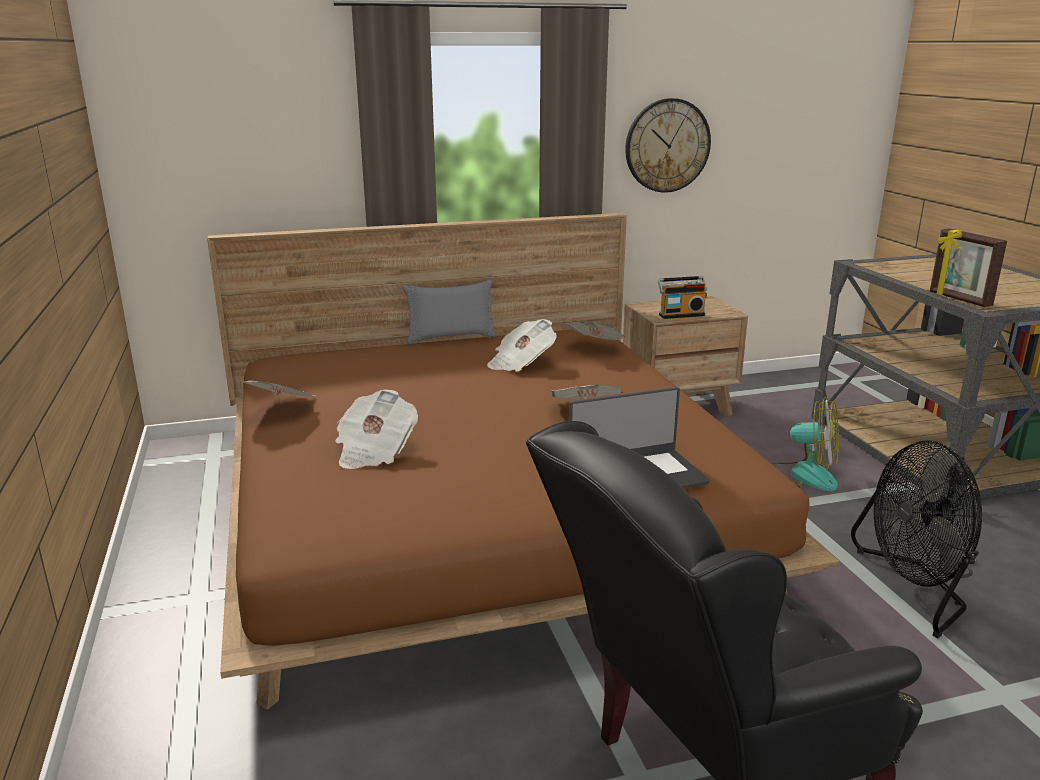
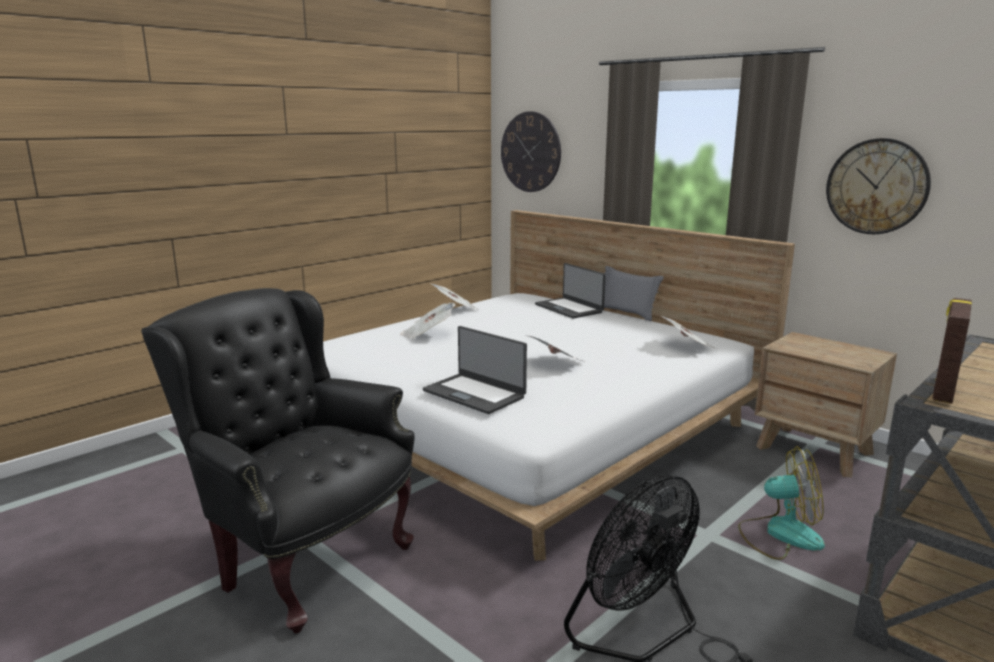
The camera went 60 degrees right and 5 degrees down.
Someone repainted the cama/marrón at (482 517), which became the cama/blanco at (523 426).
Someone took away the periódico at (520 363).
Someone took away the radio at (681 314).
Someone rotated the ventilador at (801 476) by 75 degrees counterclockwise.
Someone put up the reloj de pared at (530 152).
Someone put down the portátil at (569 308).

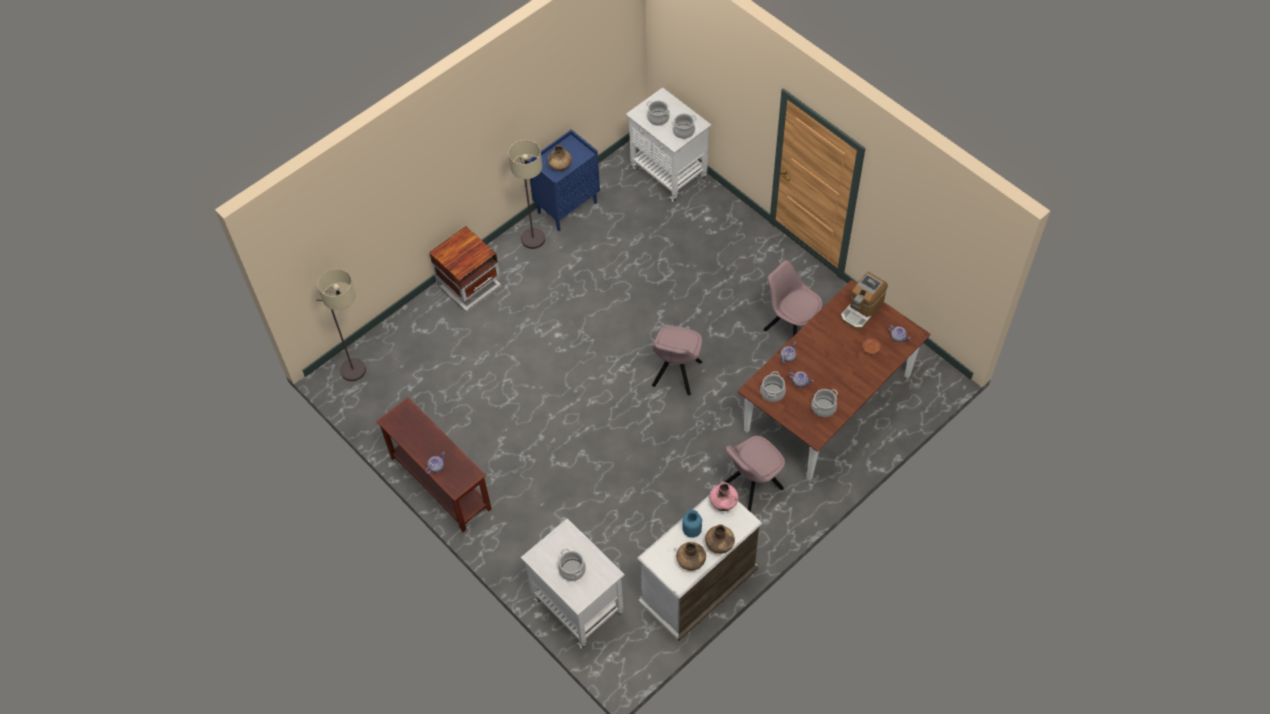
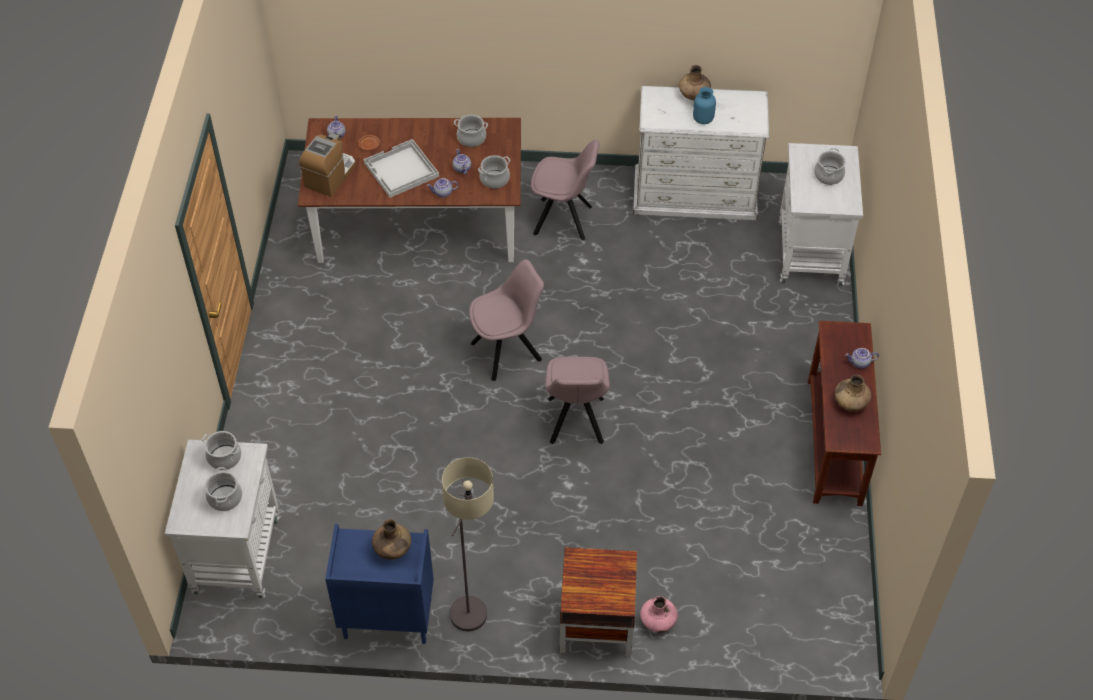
The camera went 135 degrees left and 5 degrees down.
Someone took away the lámpara de pie/beis at (361 371).
Someone carried the florero/marrón from (691 561) to (850 403).
Someone carried the florero/rosa from (723 503) to (658 621).
Someone carried the silla/rosa from (791 329) to (576 421).
Someone rotated the cafetera at (861 310) by 60 degrees counterclockwise.
Someone put down the bandeja/blanco at (401 170).

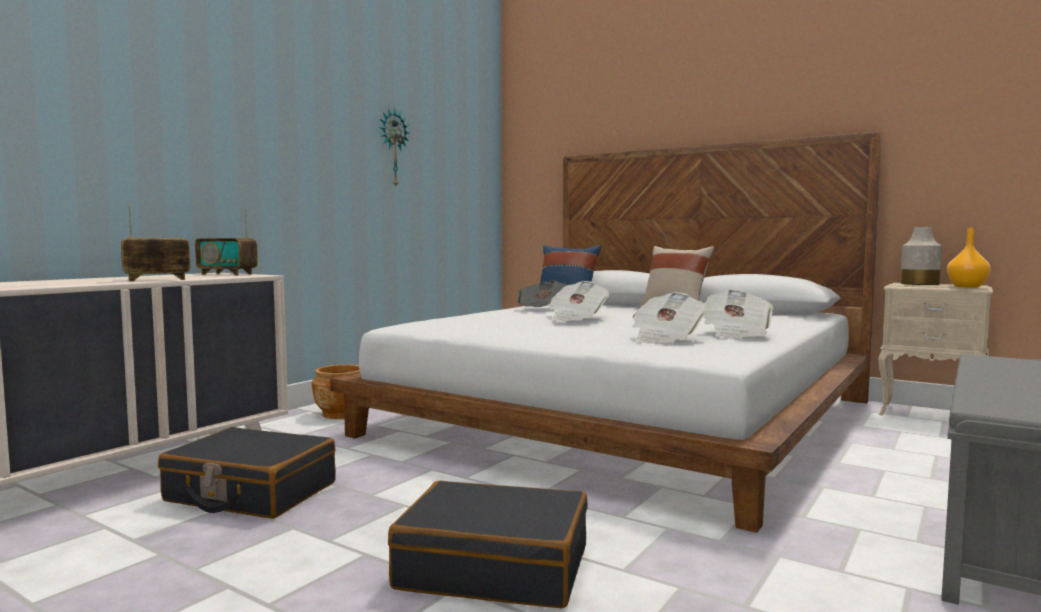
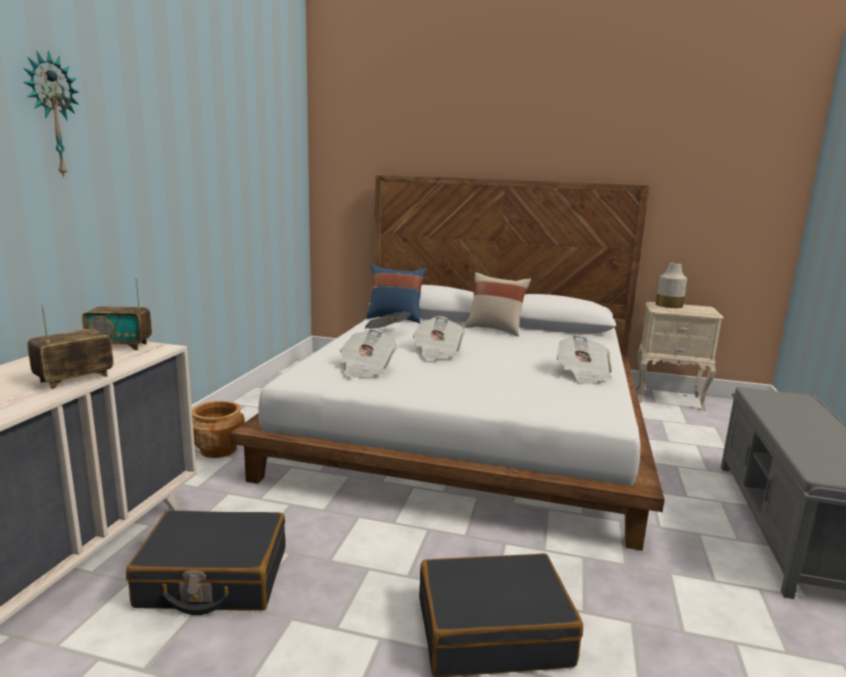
The camera went 20 degrees left and 10 degrees up.
Someone carried the reloj de pared from (392 148) to (51 115).
Someone carried the periódico from (665 339) to (366 369).
Someone took away the florero/naranja at (966 286).

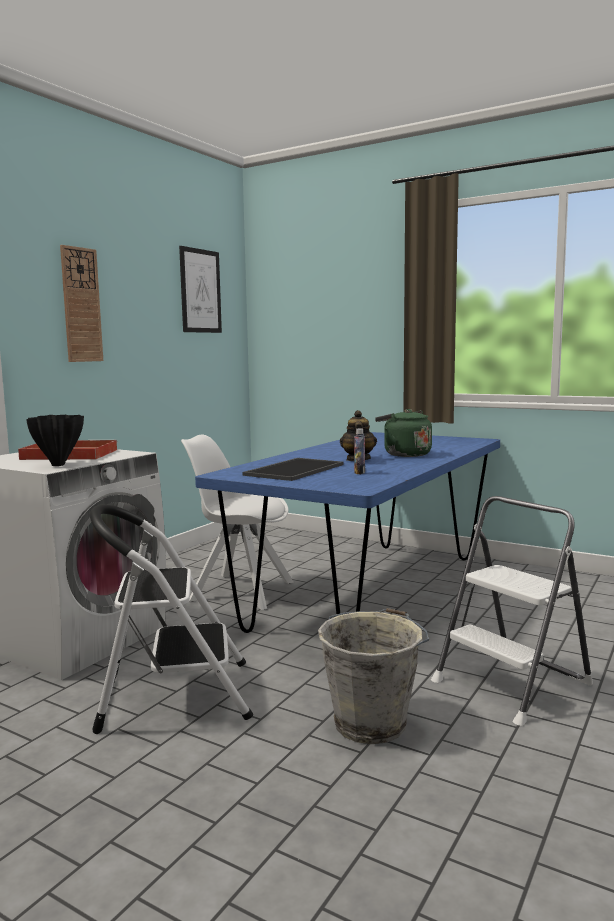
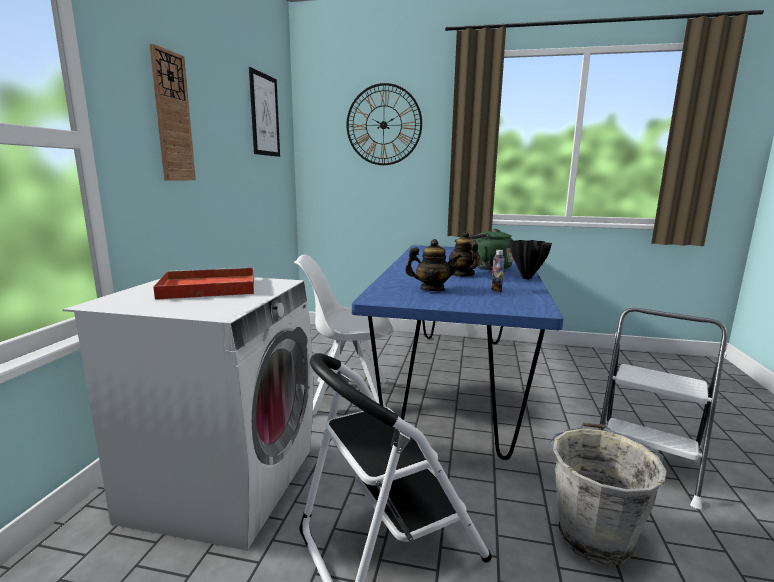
The camera went 20 degrees left and 5 degrees up.
Someone carried the florero/negro from (58 465) to (527 278).
Someone swapped the bandeja at (294 469) for the tetera at (432 289).
Someone put up the reloj de pared at (383 125).

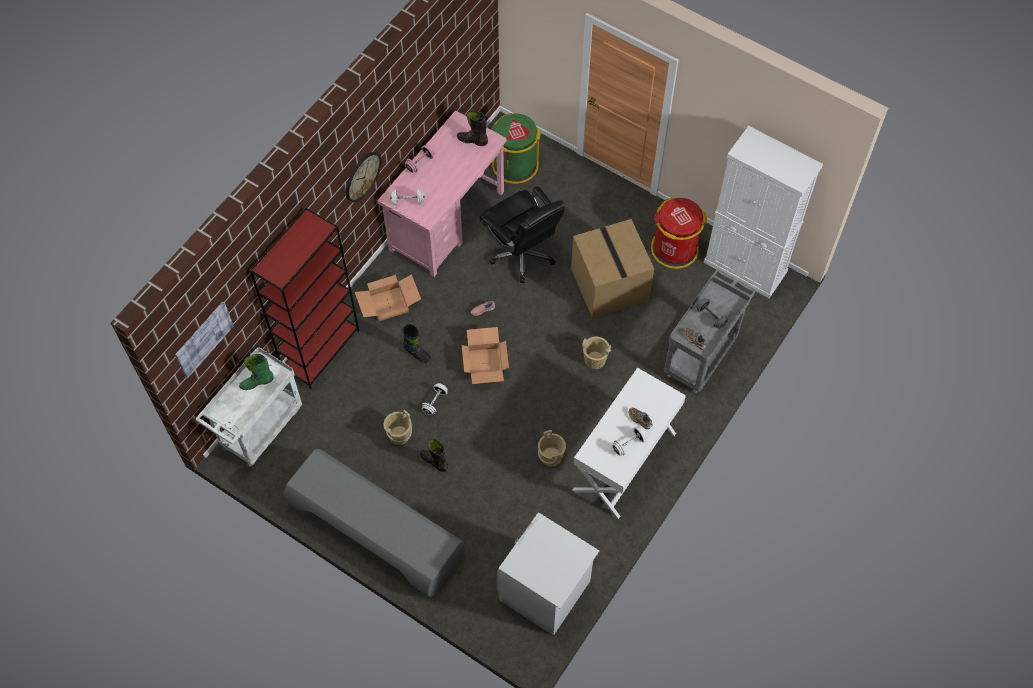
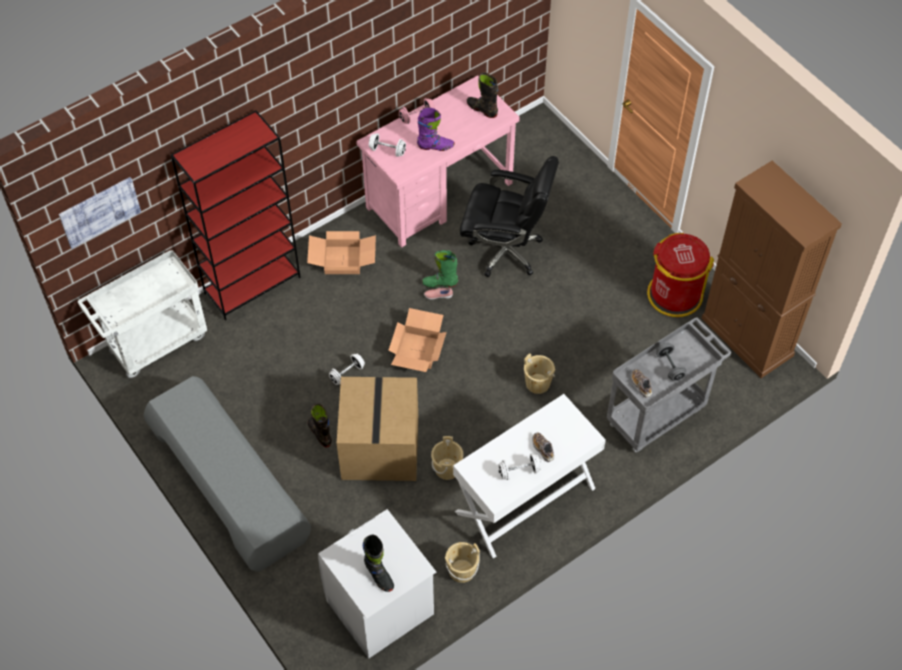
The camera went 20 degrees right and 5 degrees down.
Someone carried the bota/verde from (257 382) to (440 283).
Someone took away the reloj de pared at (362 176).
Someone carried the cubo/beis from (399 435) to (462 570).
Someone carried the bota/negro from (417 354) to (379 575).
Someone rotated the silla de oficina/negro at (521 253) by 60 degrees counterclockwise.
Someone took away the papelera/verde at (515 165).
Someone carried the caja de cartón from (608 284) to (379 446).
Someone repainted the armario/blanco at (745 267), which became the armario/marrón at (747 337).
Someone put down the bota/morado at (435 146).

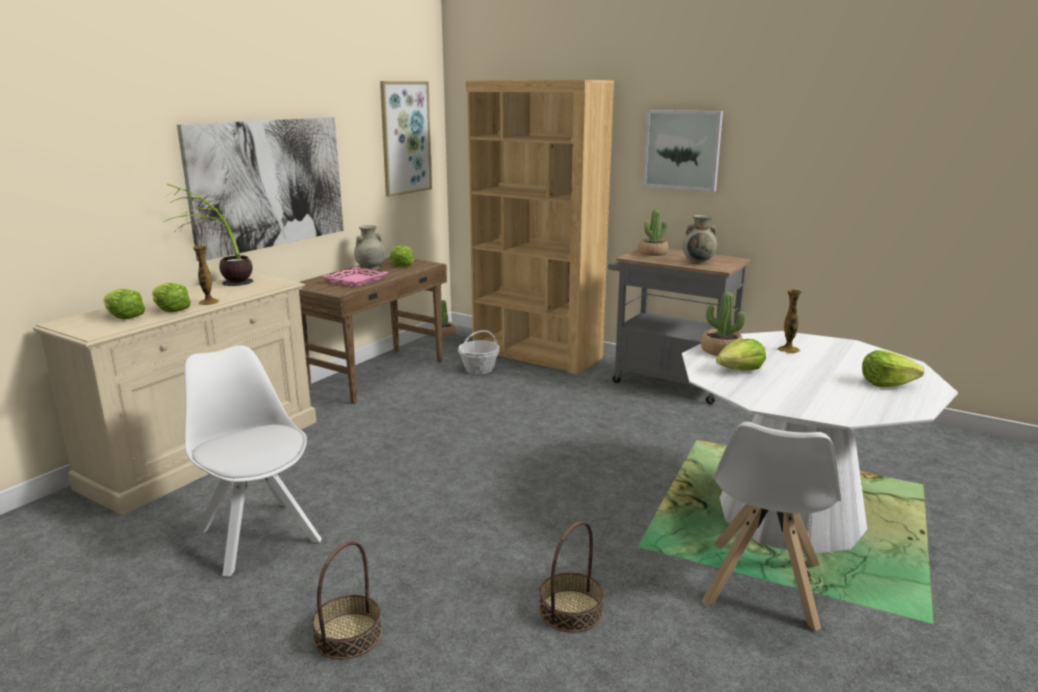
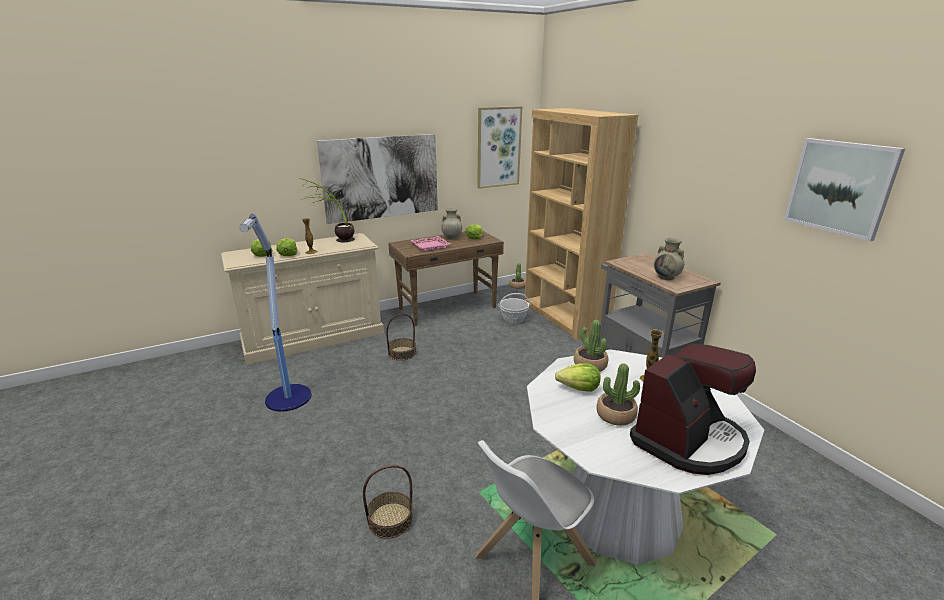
The camera went 30 degrees right and 5 degrees up.
Someone swapped the silla/blanco at (258 535) for the lámpara de pie at (288 399).
Someone carried the cesta from (348 635) to (402 353).
Someone carried the planta en maceta from (652 253) to (615 415).
Someone carried the cuadro from (682 150) to (840 187).
Someone swapped the lechuga at (886 383) for the cafetera at (689 440).

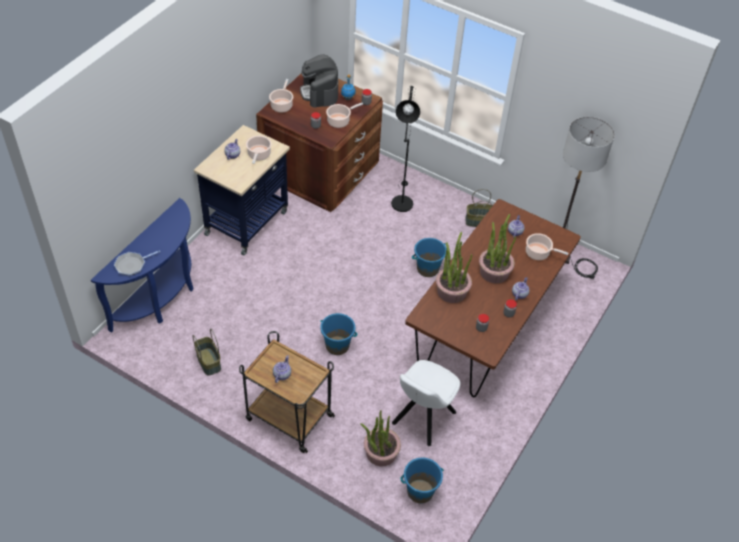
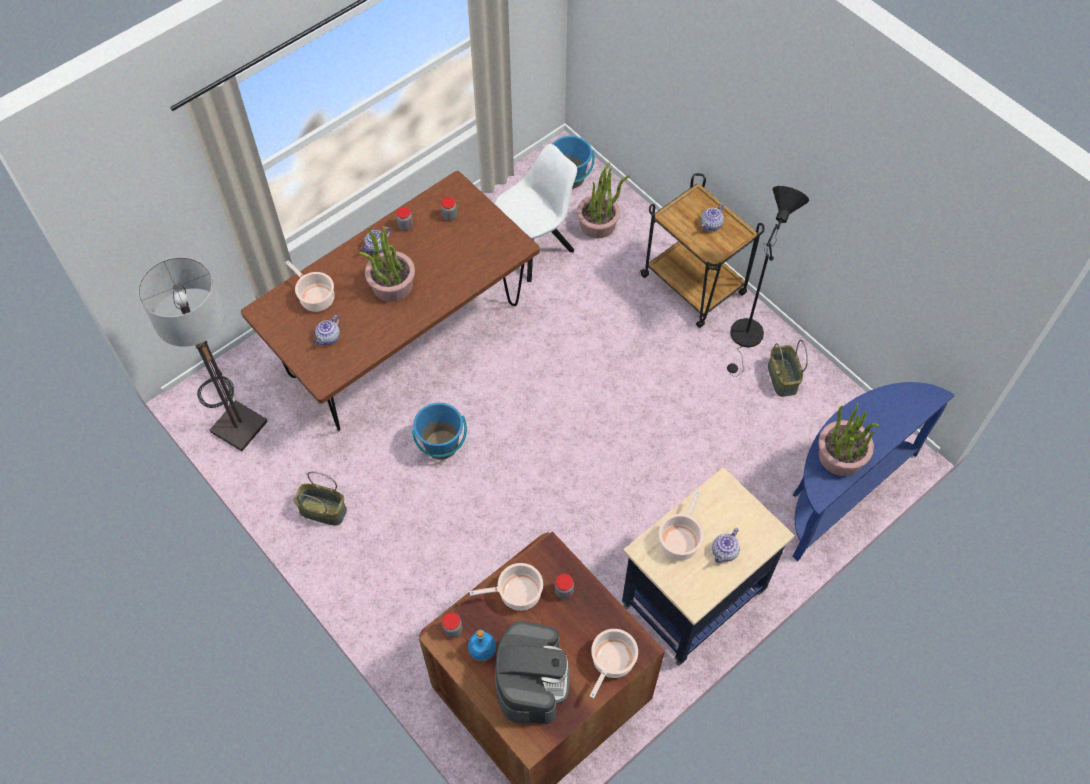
The camera went 160 degrees left and 10 degrees up.
Someone took away the sartén at (132 265).
Someone took away the cubo/azul at (337 345).
Someone carried the lámpara de pie/negro from (401 200) to (746 339).
Someone carried the planta en maceta from (452 291) to (840 456).

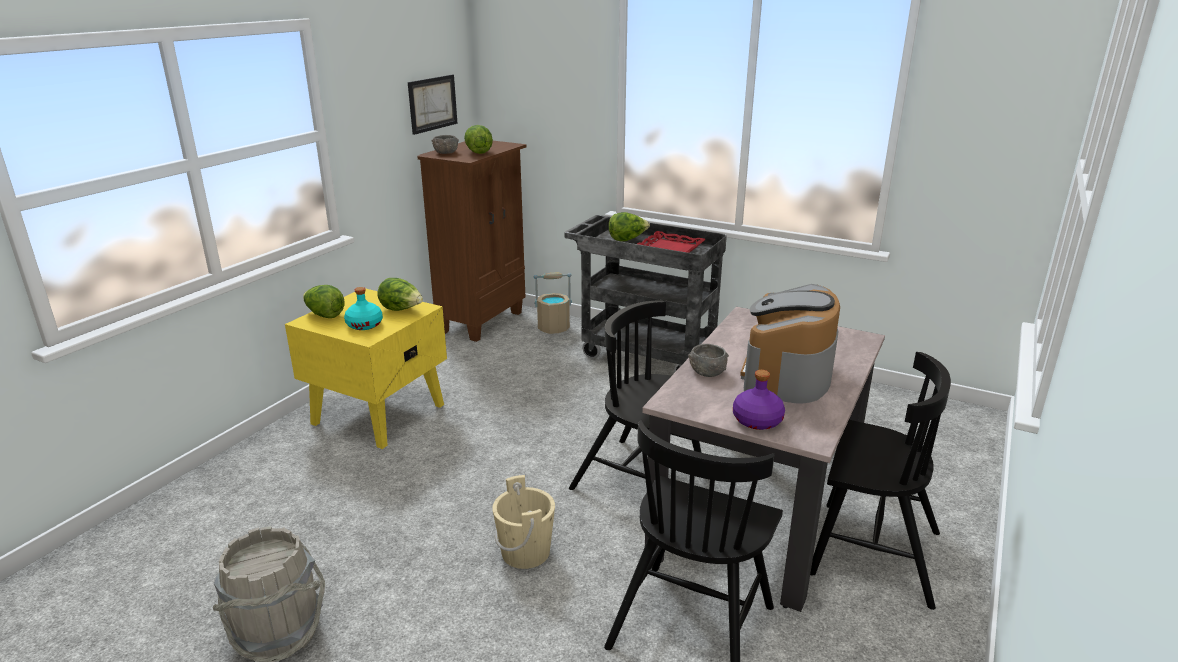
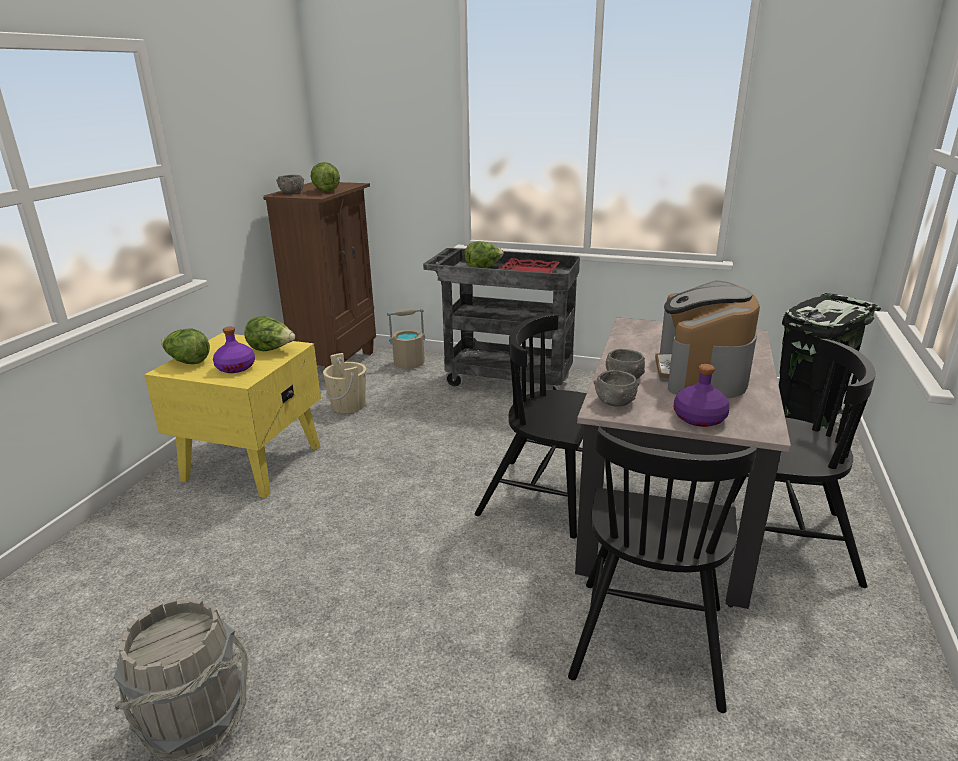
The camera went 10 degrees left and 0 degrees up.
Someone repainted the botella/turquesa at (364 325), which became the botella/morado at (236 367).
Someone took away the cuadro at (432 103).
Someone carried the cubo/beis from (525 552) to (348 405).
Someone put down the cuenco/gris at (615 401).
Someone put down the papelera/negro at (807 419).

